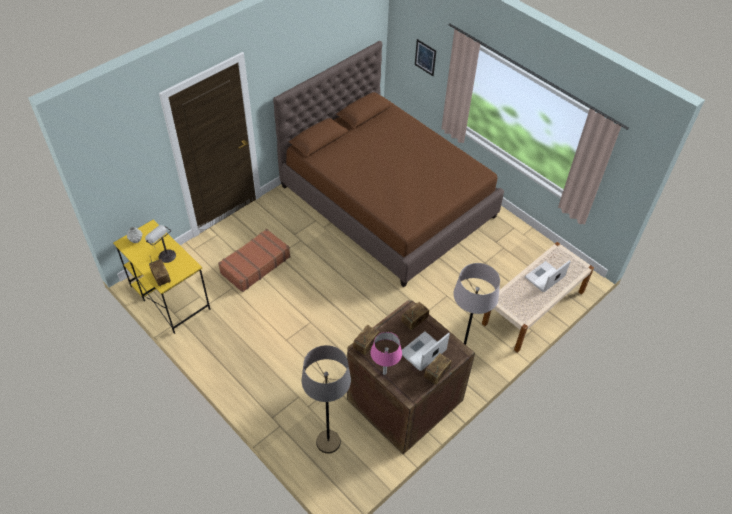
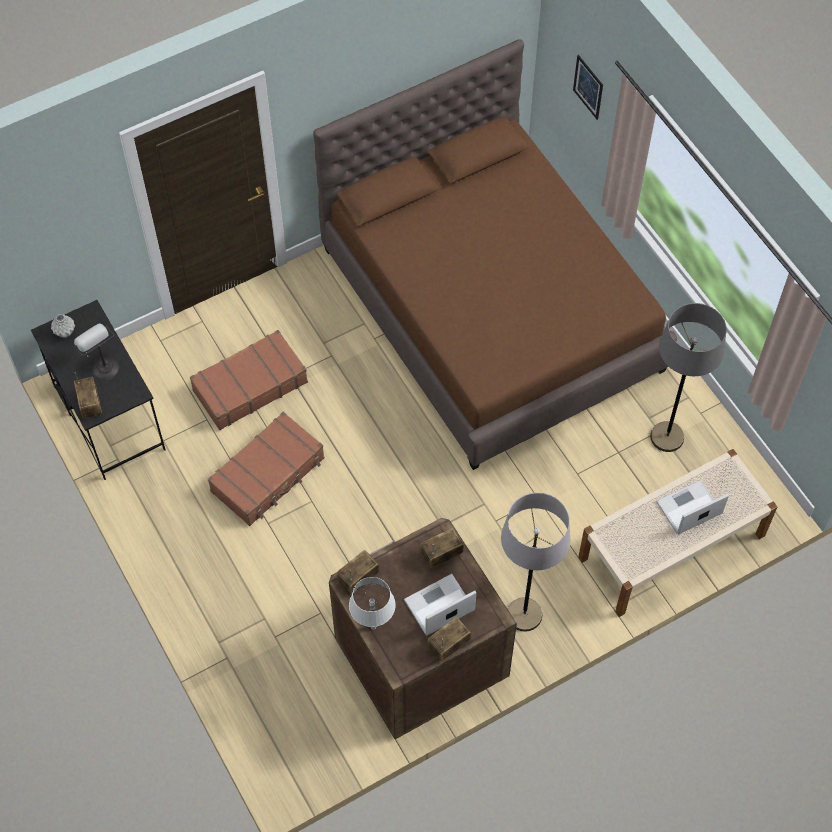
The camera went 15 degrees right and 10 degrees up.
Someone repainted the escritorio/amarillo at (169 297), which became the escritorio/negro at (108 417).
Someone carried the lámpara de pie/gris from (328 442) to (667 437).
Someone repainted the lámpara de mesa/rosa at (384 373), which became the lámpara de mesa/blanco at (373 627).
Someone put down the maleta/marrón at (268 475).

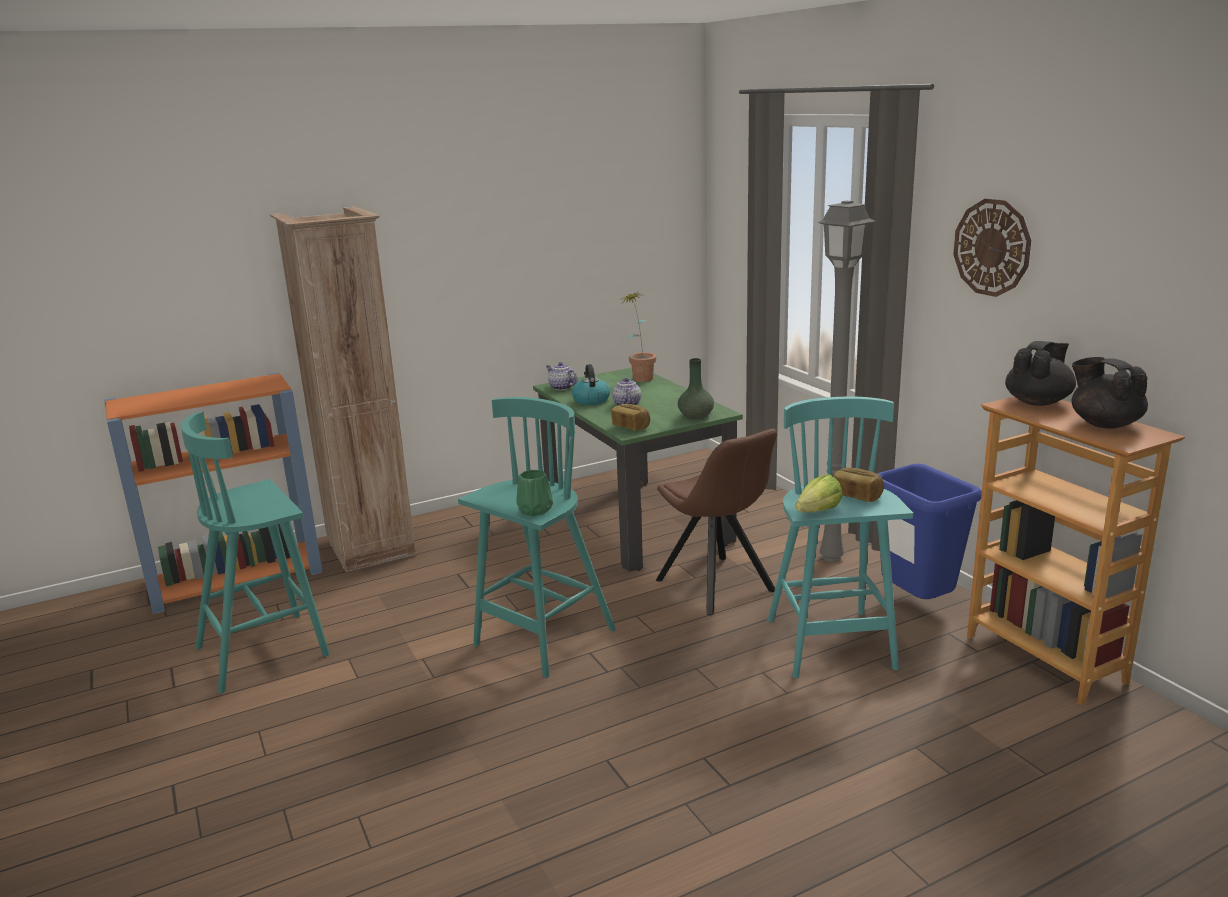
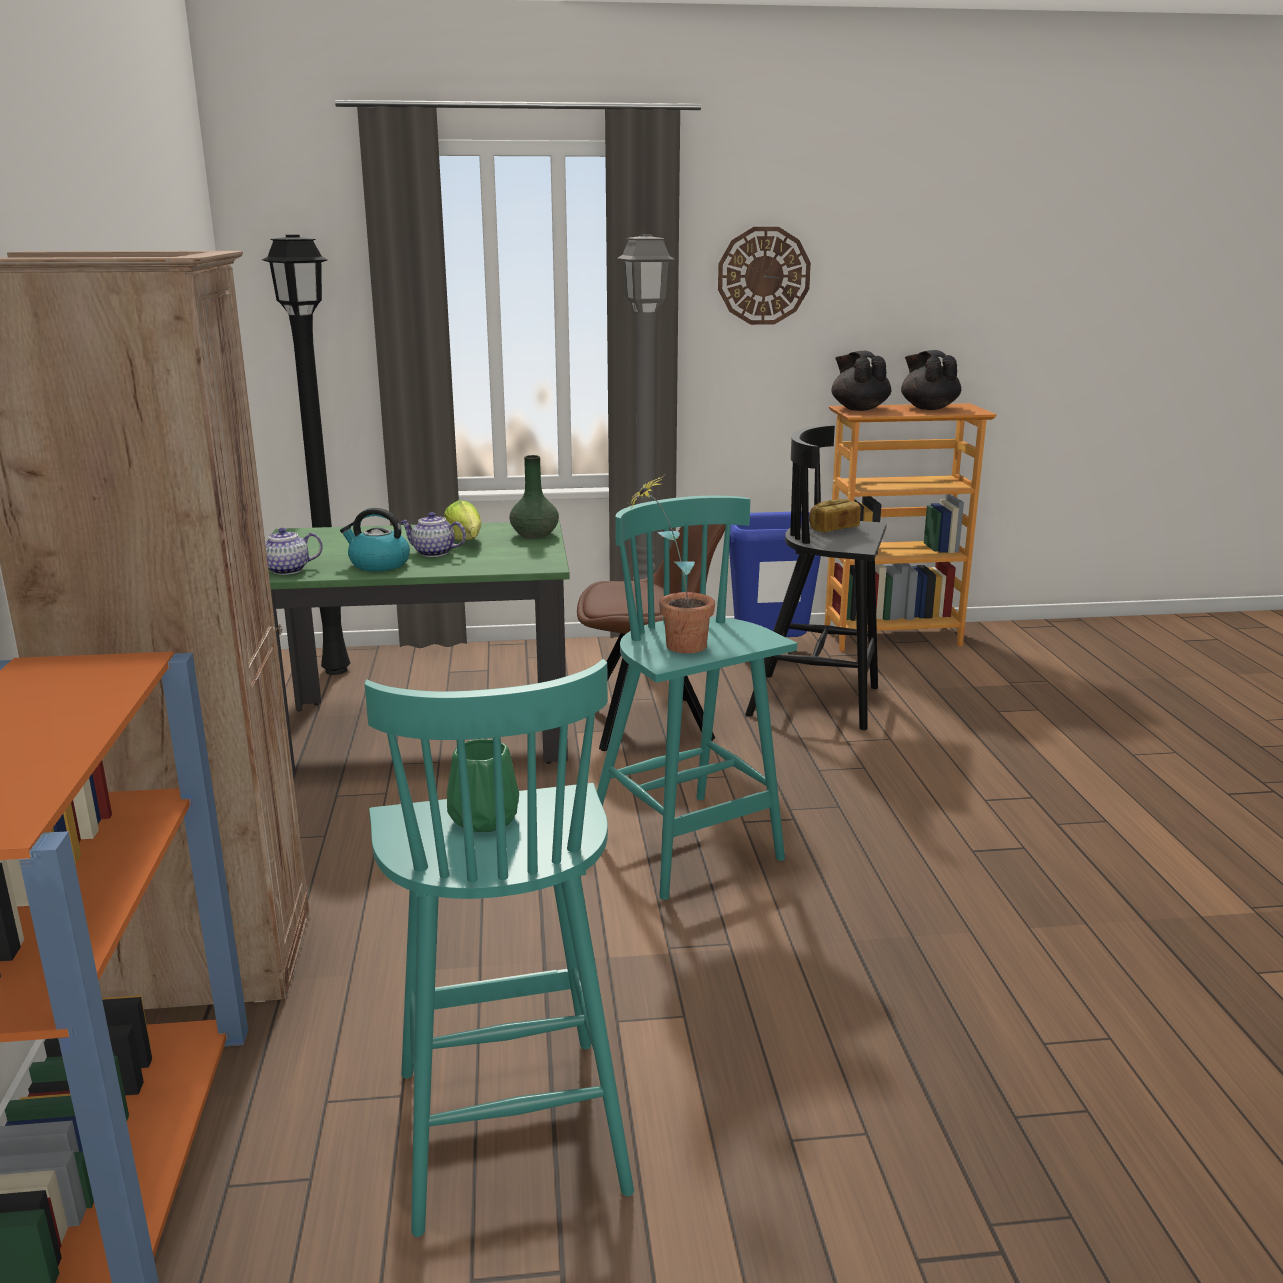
The camera went 70 degrees left and 0 degrees up.
Someone carried the florero/verde from (535 509) to (483 818).
Someone took away the pan at (631 427).
Someone carried the planta en maceta from (640 377) to (673 646).
Someone repainted the taburete/turquesa at (832 646), which became the taburete/negro at (819 701).
Someone carried the lechuga from (814 513) to (466 543).
Someone rotated the tetera/negro at (1104 424) by 75 degrees clockwise.
Someone put down the lámpara de pie/negro at (339 670).

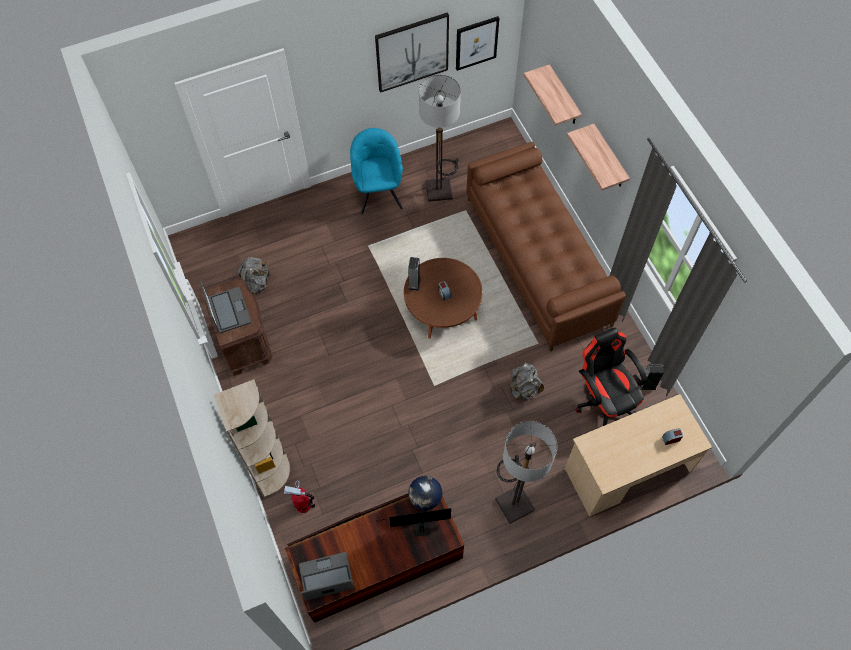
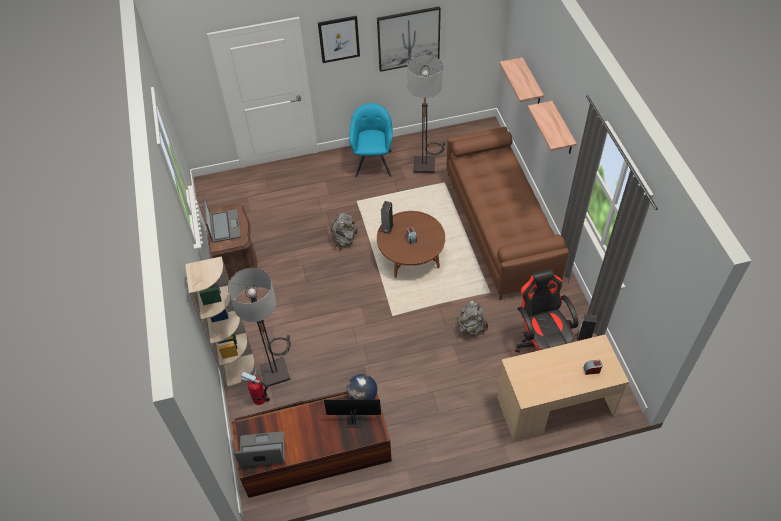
The camera went 10 degrees right and 10 degrees down.
Someone carried the mochila/gris from (256 283) to (344 239).
Someone carried the cuadro from (476 43) to (339 39).
Someone carried the lámpara de pie from (513 494) to (276 365).

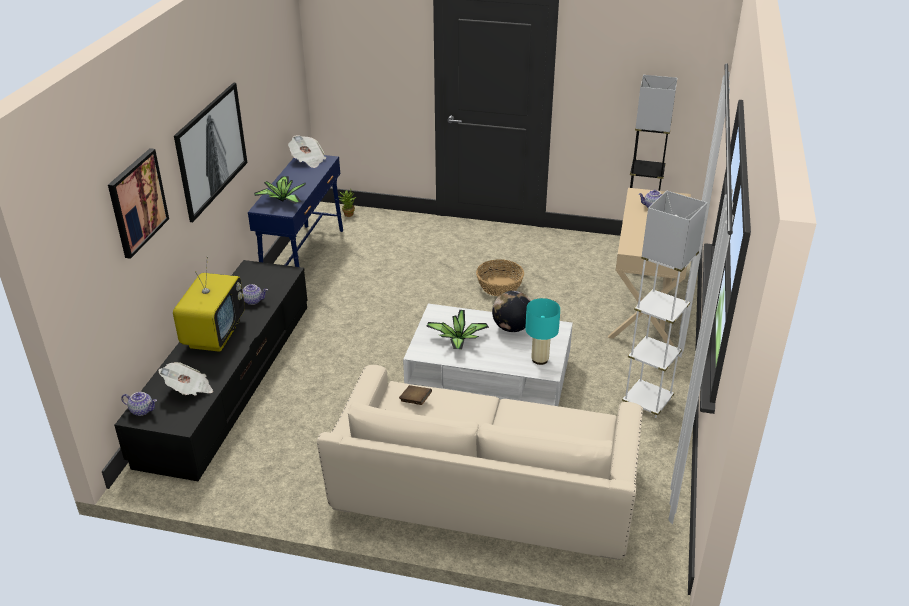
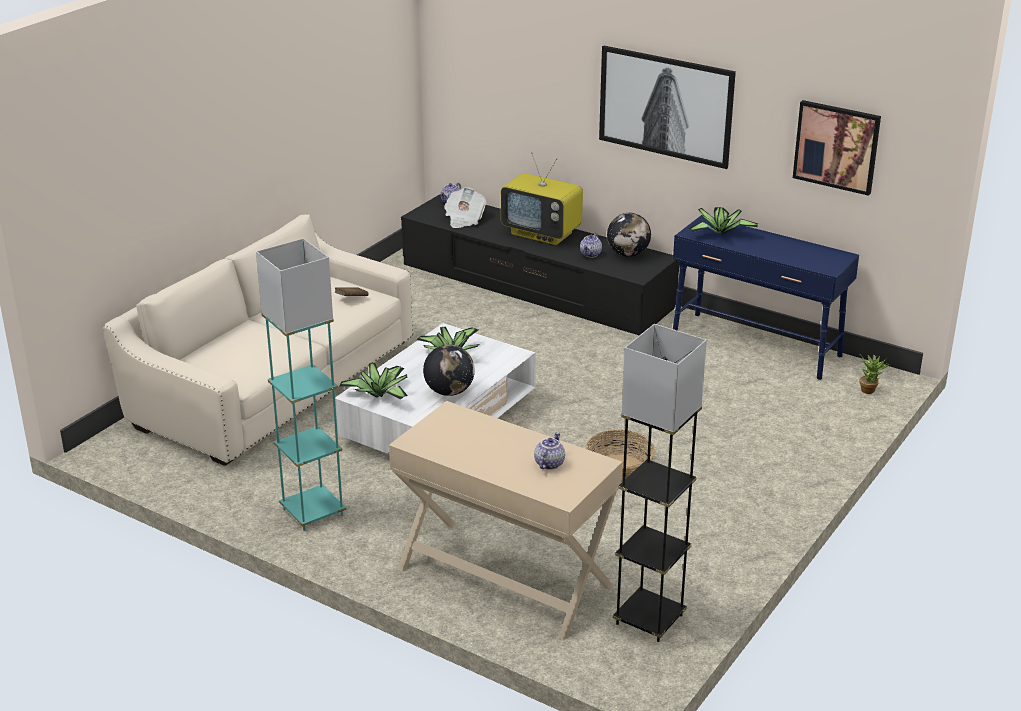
The camera went 110 degrees right and 5 degrees down.
Someone carried the cuadro from (137 202) to (836 146).
Someone took away the periódico at (308 160).
Someone swapped the lámpara de mesa/turquesa at (539 359) for the planta en maceta at (379 395).
Someone repainted the lámpara de pie/blanco at (647 402), which became the lámpara de pie/turquesa at (313 512).
Someone put down the globo terráqueo at (628 254).

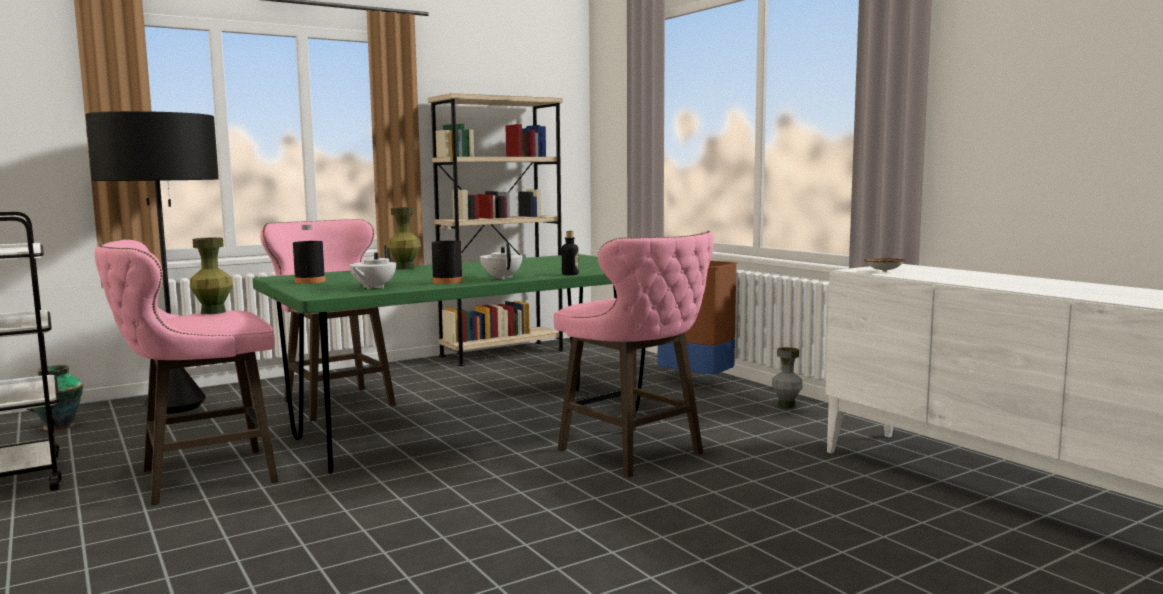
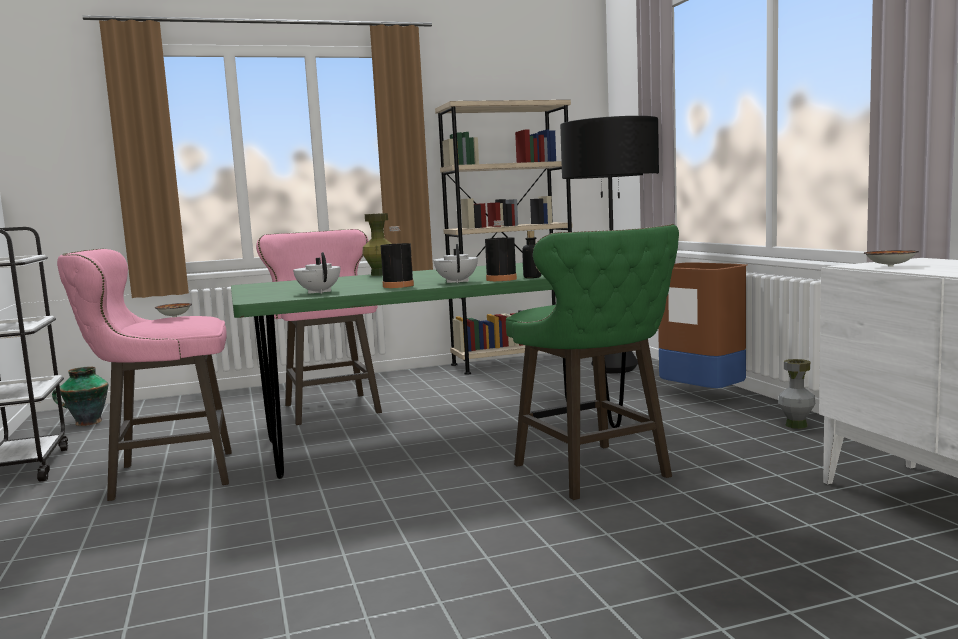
The camera went 15 degrees right and 0 degrees up.
Someone carried the lámpara de pie/negro from (176 407) to (614 369).
Someone swapped the florero/verde at (213 312) for the cuenco at (173 317).
Someone carried the botella/negro from (310 281) to (501 279).
Someone rotated the tetera/blanco at (373 287) by 120 degrees clockwise.
Someone repainted the taburete/rosa at (635 453), which became the taburete/verde at (595 473).

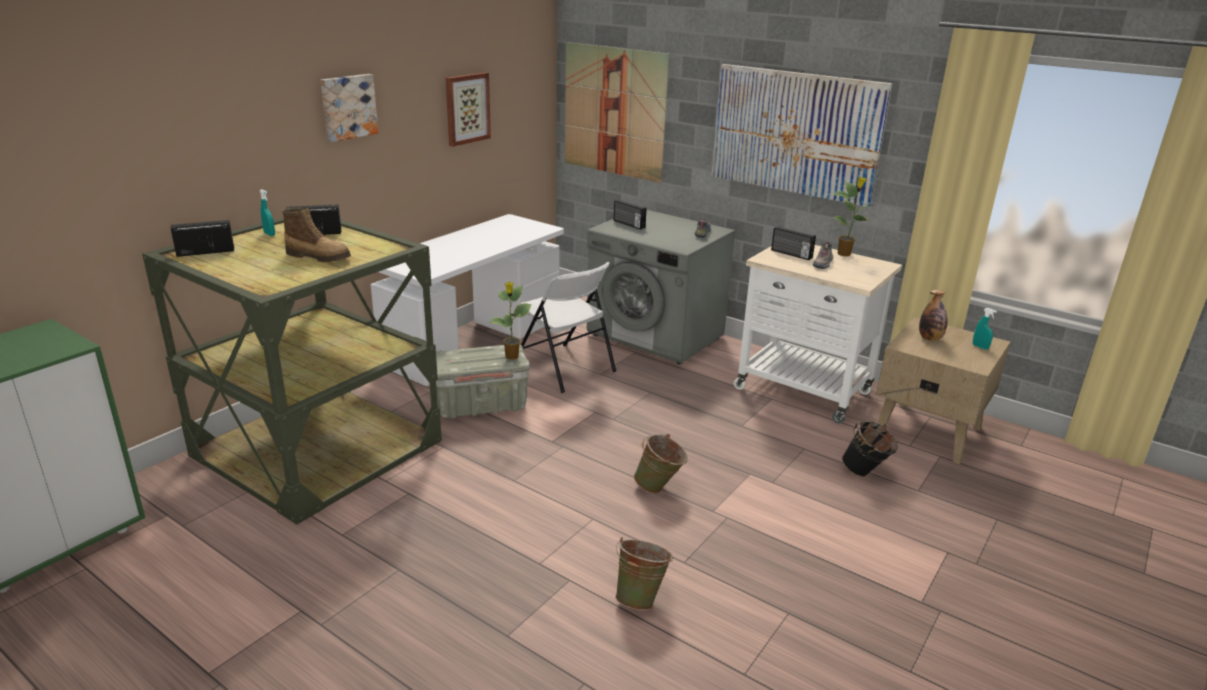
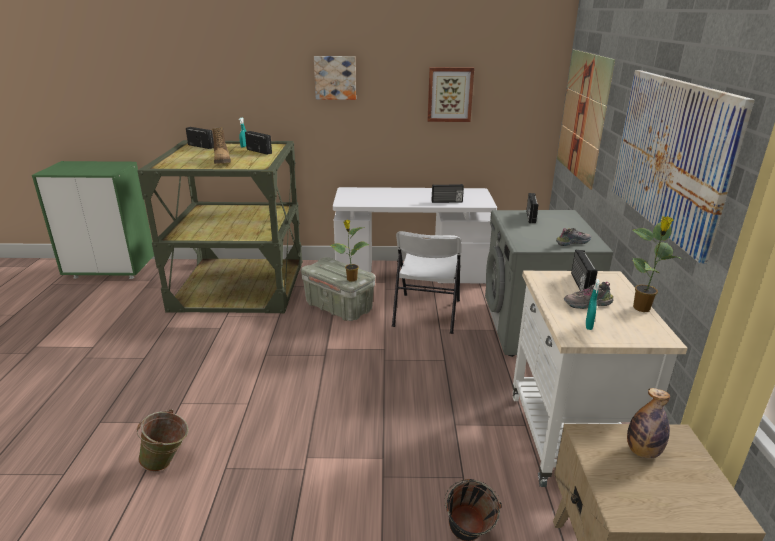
The camera went 55 degrees right and 0 degrees up.
Someone took away the cubo/verde at (659 488).
Someone carried the pulverizador/turquesa from (980 347) to (588 326).
Someone put down the radio at (447 201).

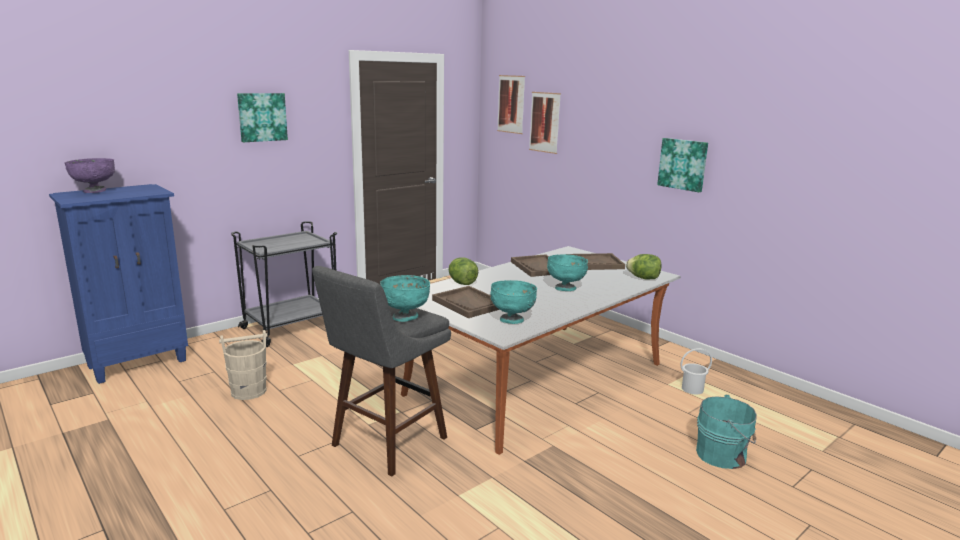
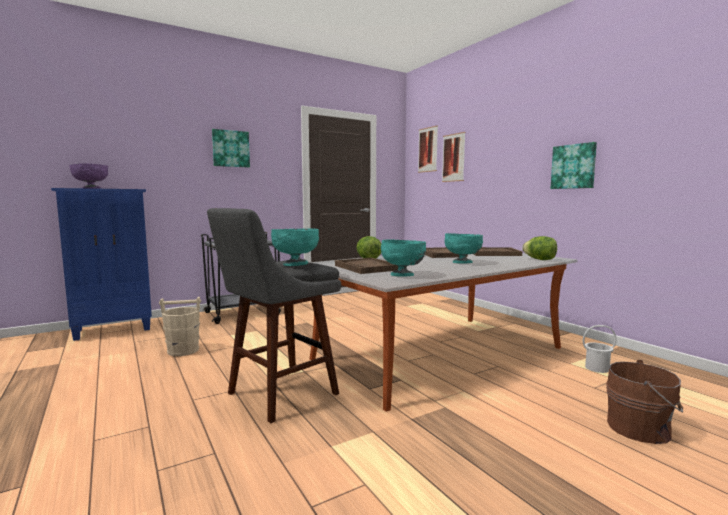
The camera went 10 degrees right and 10 degrees down.
Someone repainted the cubo/turquesa at (723 455), which became the cubo/marrón at (641 429).

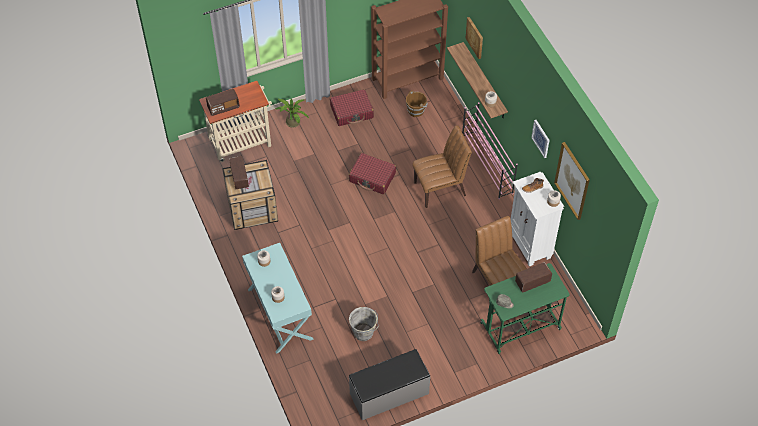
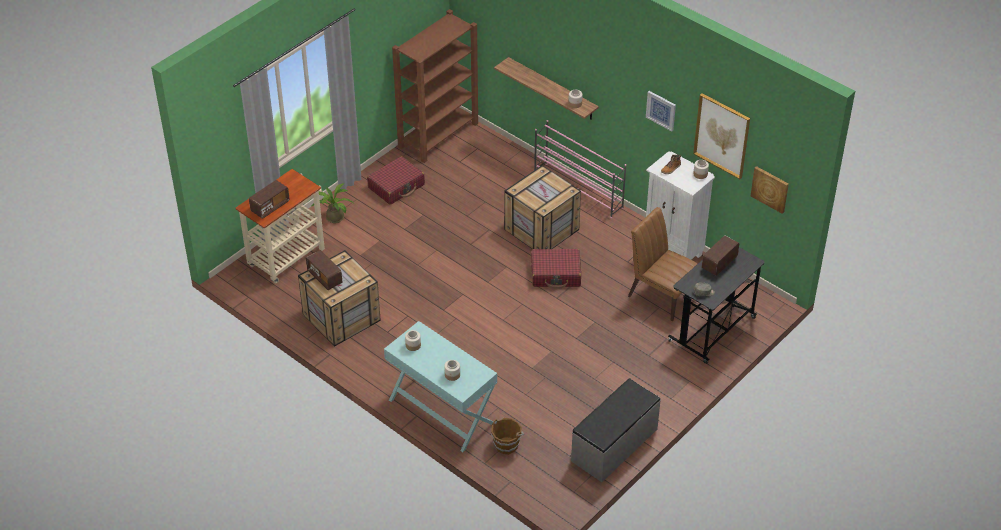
The camera went 25 degrees left and 10 degrees down.
Someone carried the maleta/rojo from (372 178) to (556 274).
Someone took away the cubo/gris at (364 333).
Someone carried the cubo/marrón from (416 110) to (506 445).
Someone swapped the silla/marrón at (439 189) for the caja de embalaje at (542 230).
Someone carried the cuadro from (475 37) to (770 189).
Someone repainted the escritorio/verde at (520 326), which became the escritorio/negro at (712 330).

